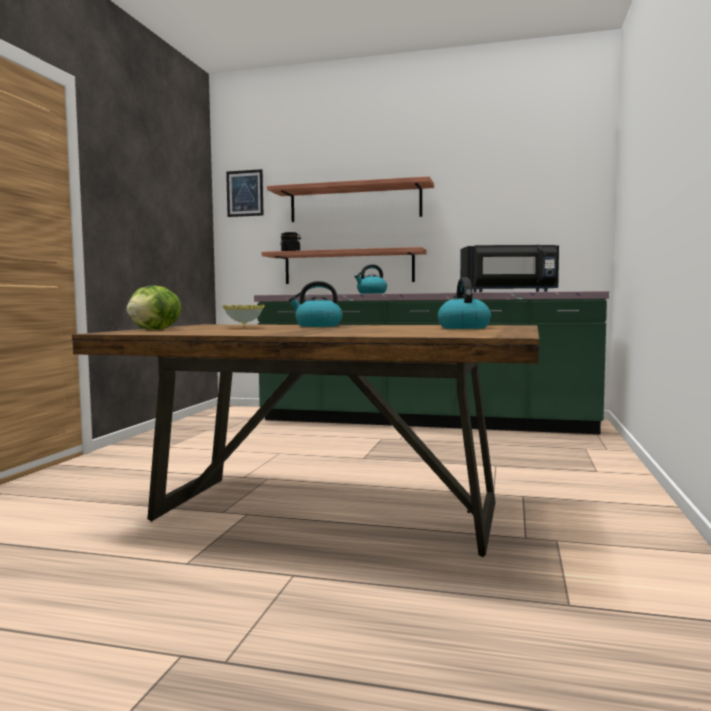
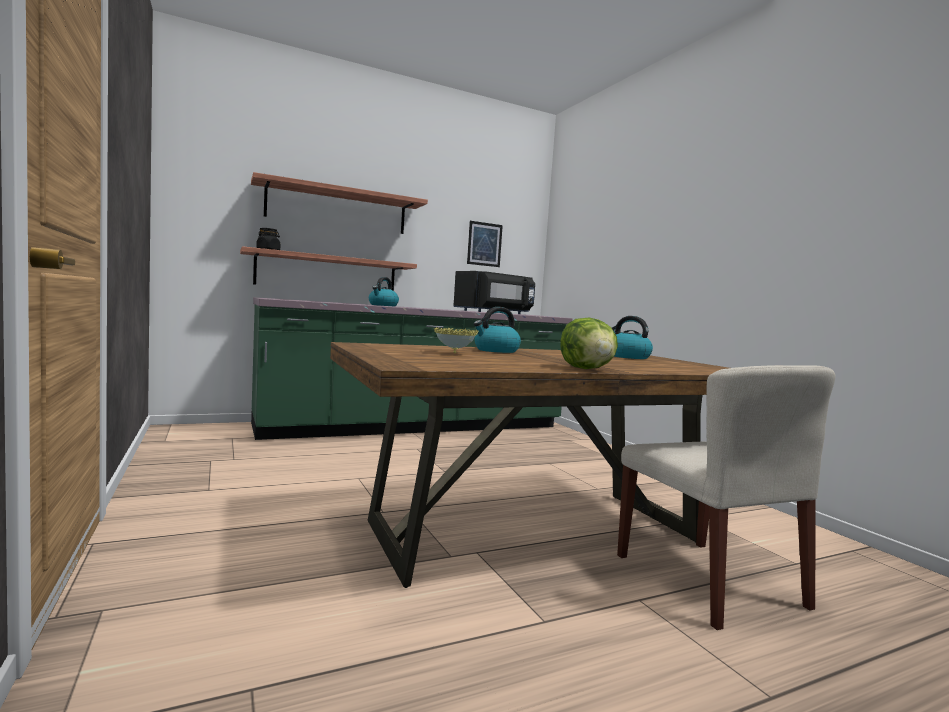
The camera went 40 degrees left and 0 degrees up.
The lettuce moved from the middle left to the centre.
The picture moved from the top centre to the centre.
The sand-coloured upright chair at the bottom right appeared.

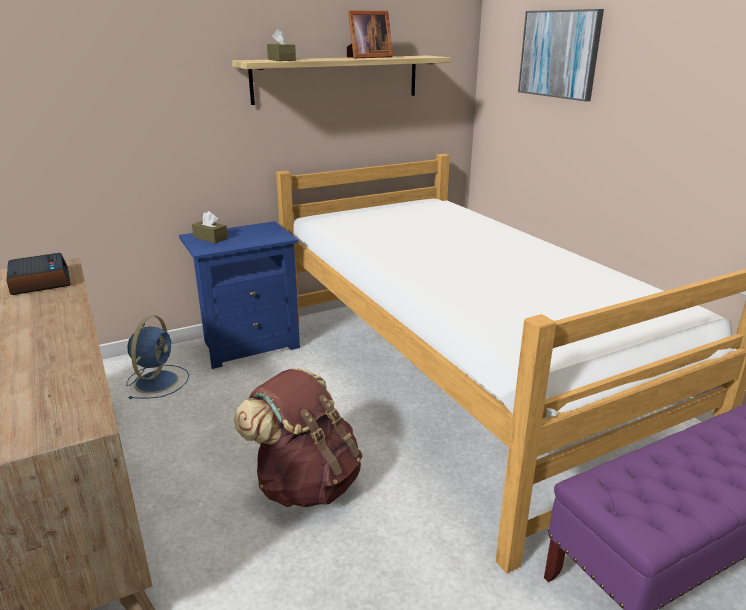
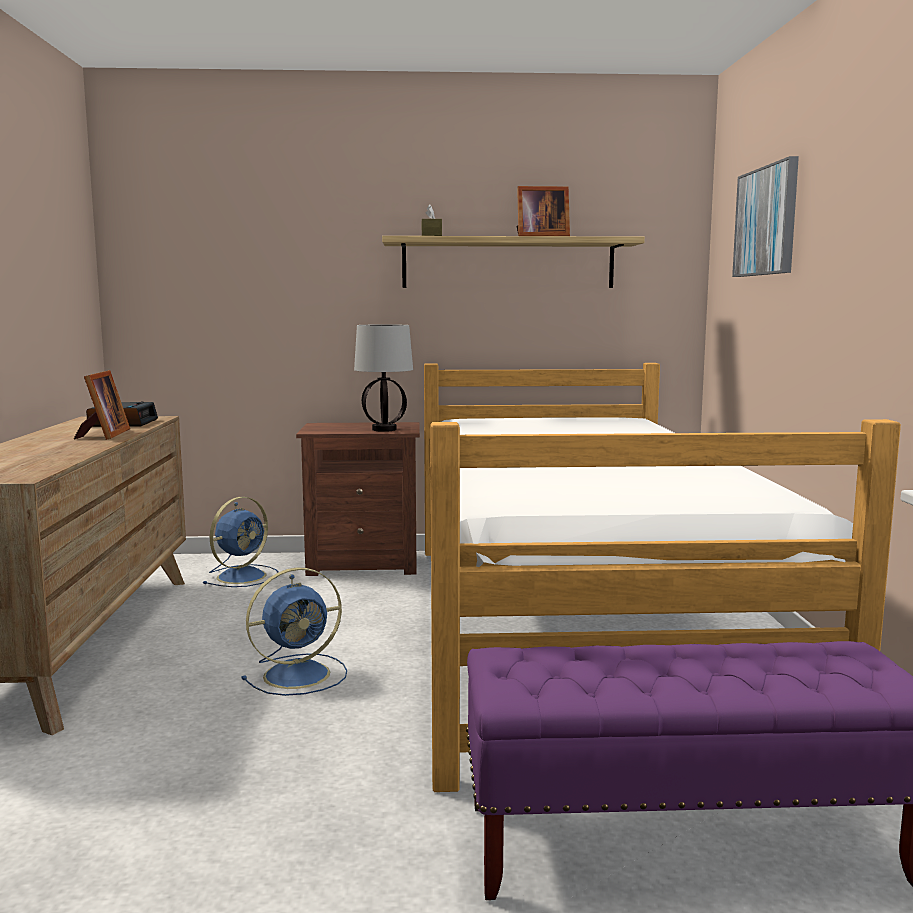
The camera went 25 degrees right and 15 degrees down.
The bluish bedside table at the middle left became the brown bedside table at the centre.
The brown tissue holder (1st from left) at the middle left disappeared.
The brown rucksack at the bottom centre was replaced by the bluish cooling fan (2nd from left) at the bottom left.
The standing frame (1st from left) at the middle left appeared.
The table lamp at the centre appeared.

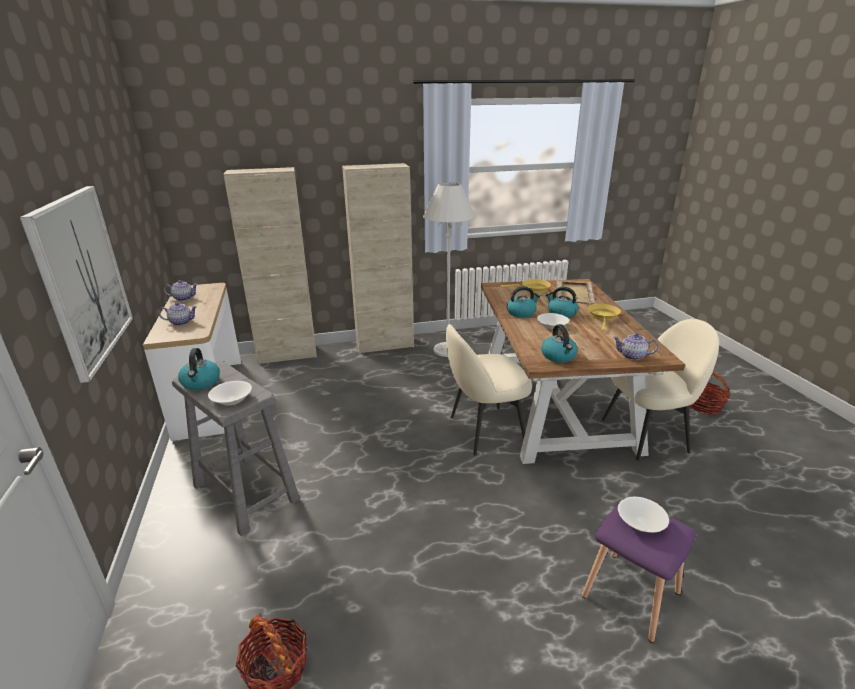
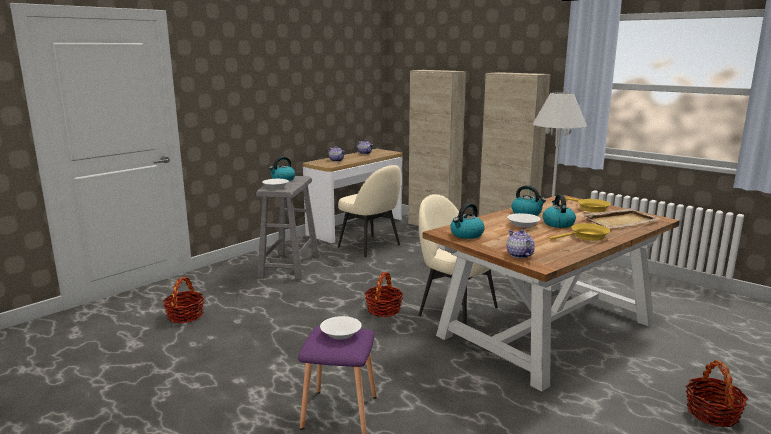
The camera went 55 degrees right and 10 degrees down.
The picture at the middle left disappeared.
The sand-coloured upright chair (2nd from left in the first image) moved from the middle right to the centre.
The basket (2nd from left) at the bottom centre appeared.

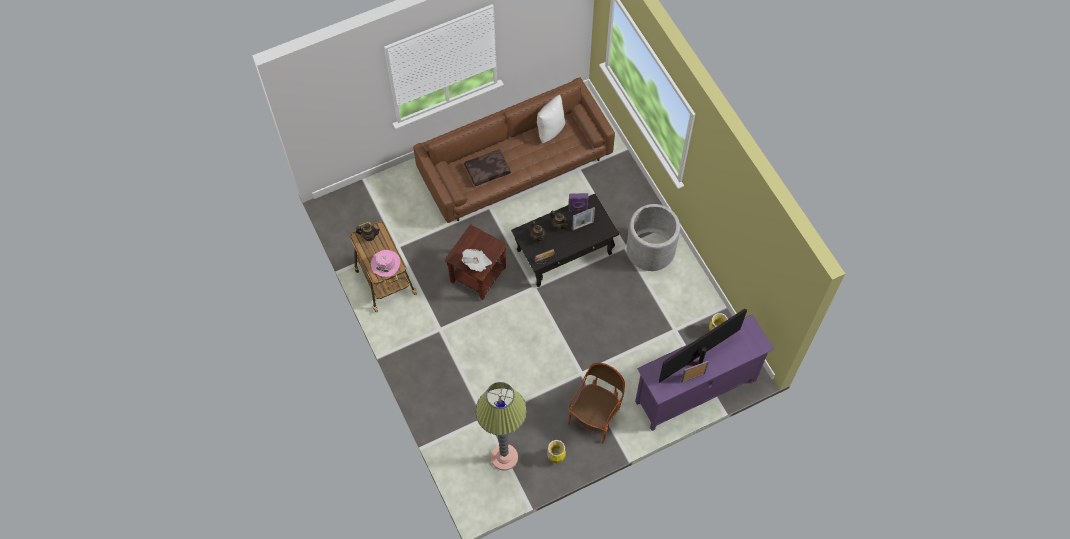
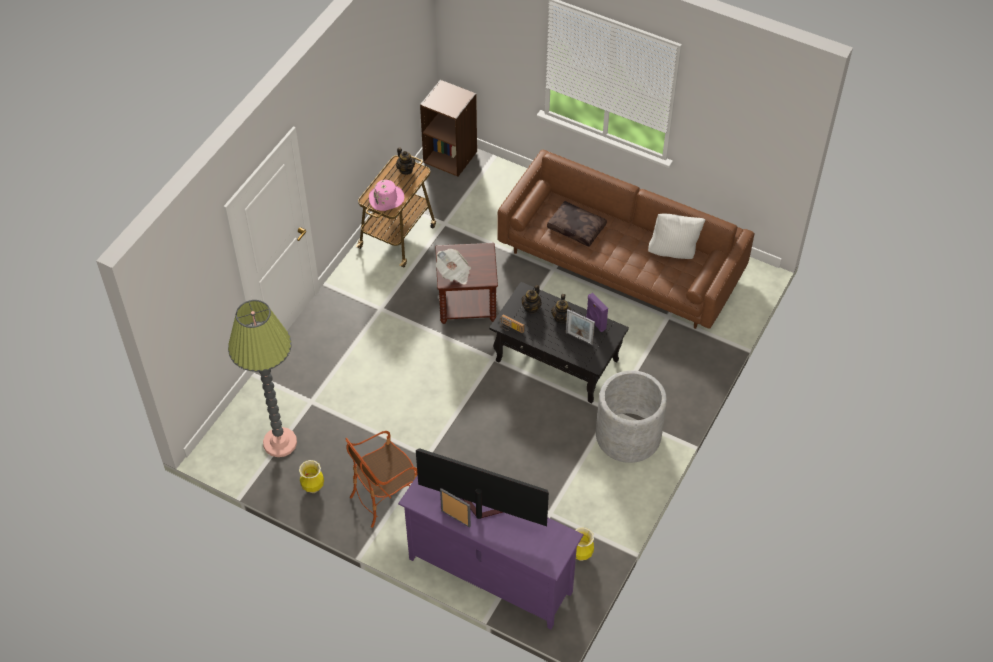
The camera went 55 degrees right and 10 degrees down.
The easy chair at the bottom centre turned 150 degrees clockwise.
The brown bookshelf at the top centre appeared.

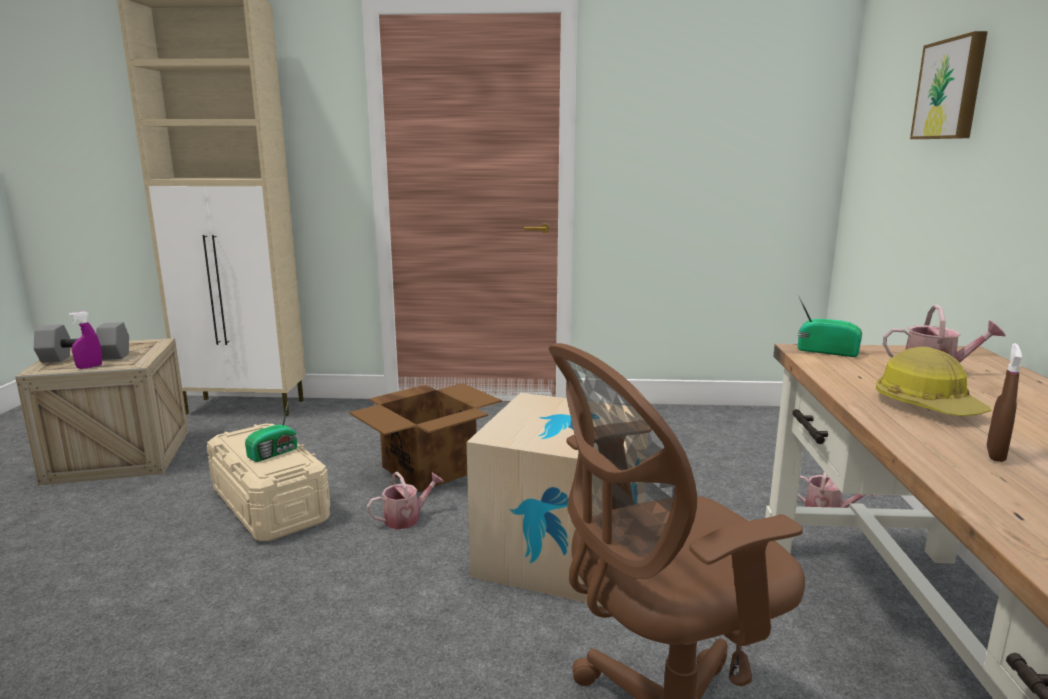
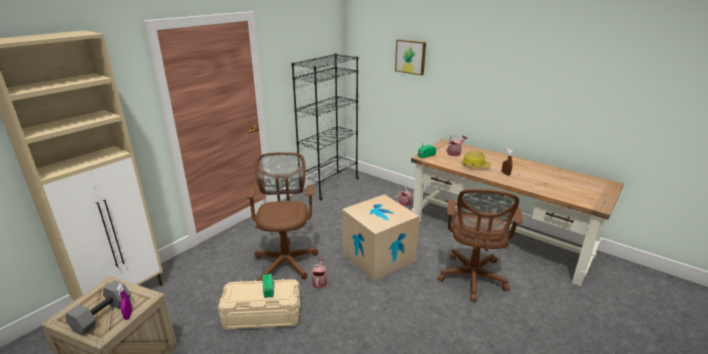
The camera went 55 degrees left and 10 degrees up.
The packing box (1st from left) at the centre was replaced by the brown computer chair (1st from left) at the centre.
The black-coloured bookshelf at the centre appeared.

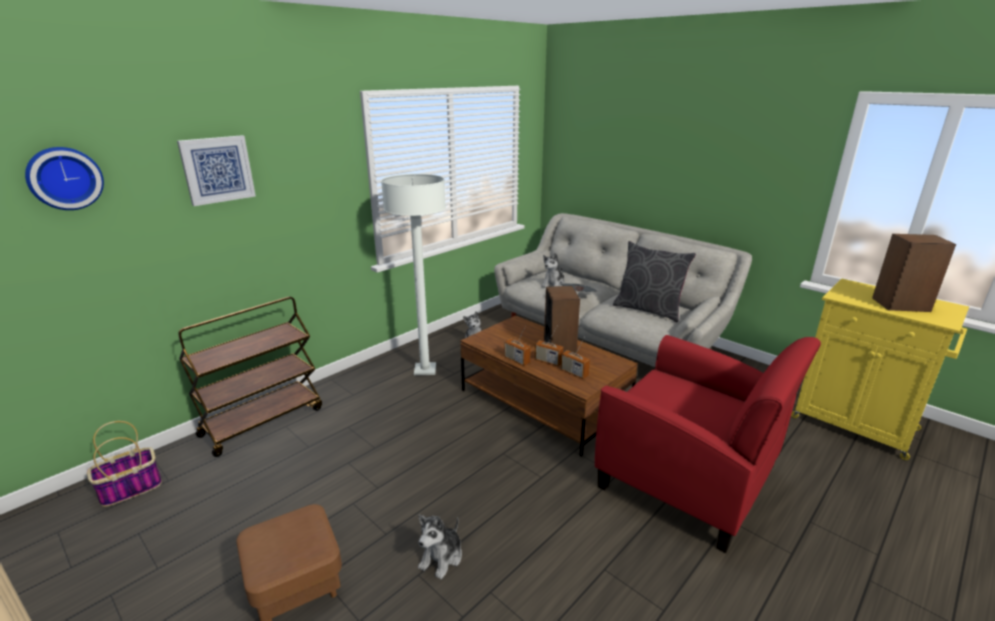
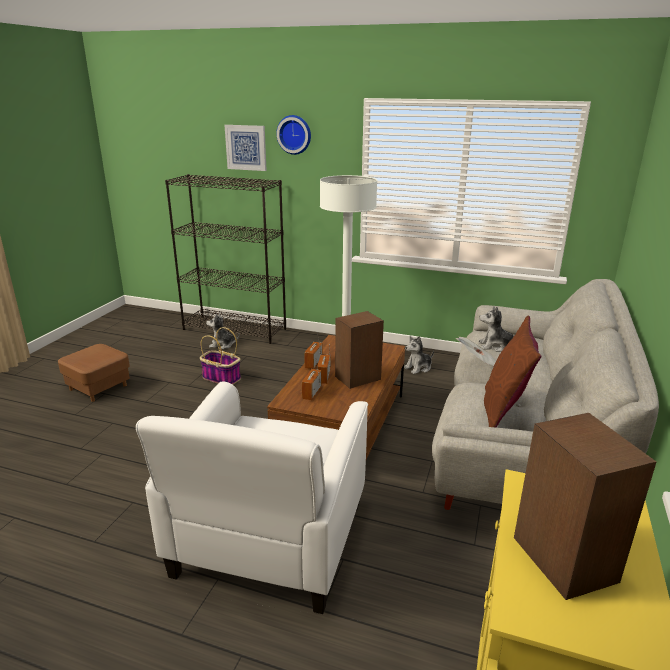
The camera went 65 degrees right and 0 degrees up.
The clock on the wall moved from the top left to the top centre.
The basket moved from the bottom left to the middle left.
The brown trolley at the middle left was replaced by the black-coloured bookshelf at the centre.
The plush toy (1st from left) moved from the bottom centre to the middle left.
The red-coloured easy chair at the bottom right became the white easy chair at the bottom centre.
The gray throw pillow at the centre became the brown throw pillow at the middle right.

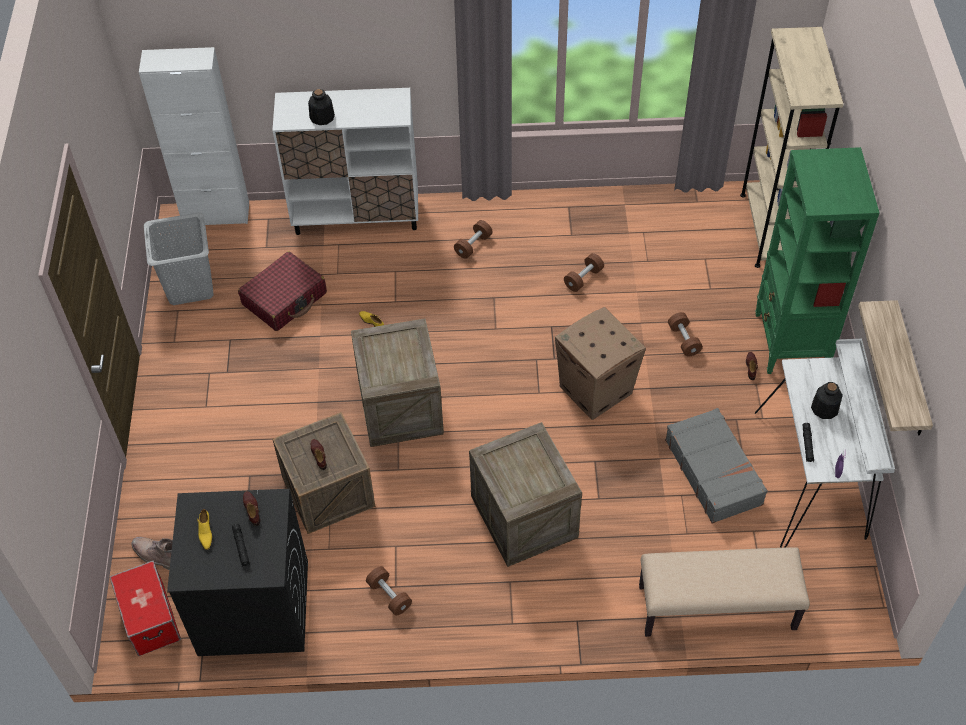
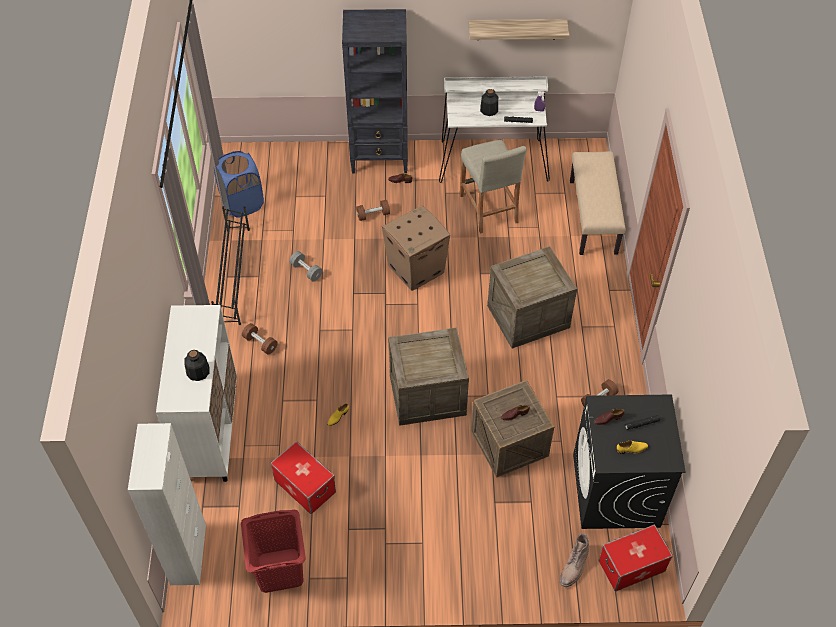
The camera went 90 degrees left and 0 degrees up.
The gray hamper at the middle left became the red-coloured hamper at the bottom left.
The red-coloured piece of luggage at the middle left was replaced by the storage container (1st from left) at the bottom centre.
The brown hand weight (3rd from left) at the centre became the gray hand weight at the centre.
The gray piece of luggage at the middle right was replaced by the sand-coloured stool seat at the top centre.
The sand-coloured bookshelf at the top right disappeared.
The greenish bookshelf at the middle right became the black-coloured bookshelf at the top centre.
The black-coloured shoe rack at the middle left appeared.
The bluish hamper at the top left appeared.

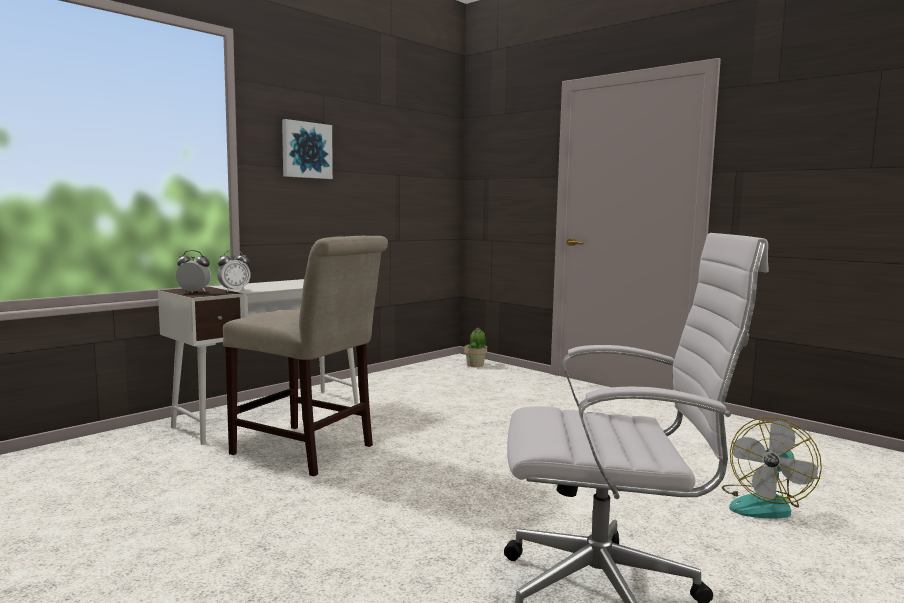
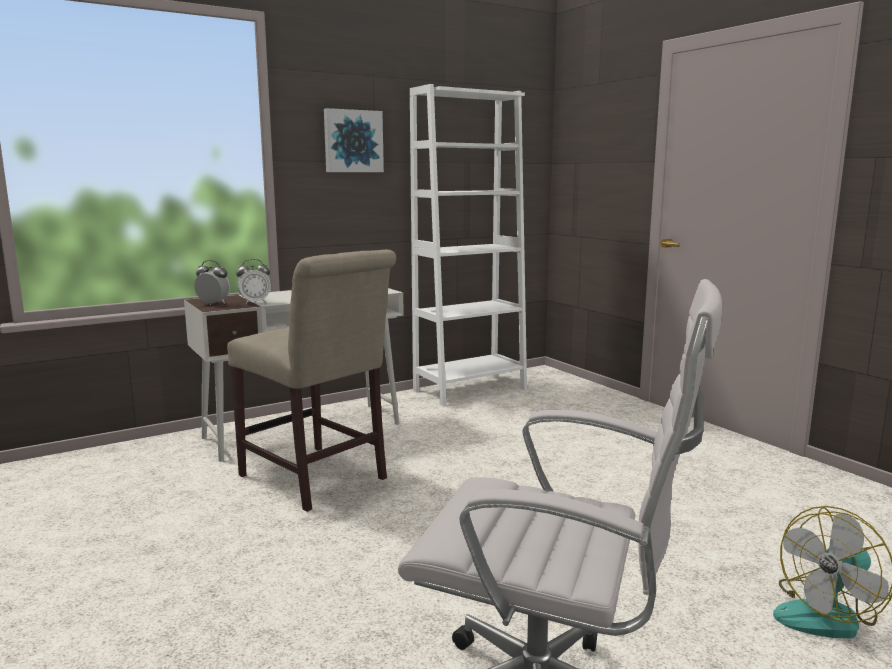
The camera went 15 degrees right and 5 degrees up.
The plant in a pot at the centre disappeared.
The white bookshelf at the centre appeared.

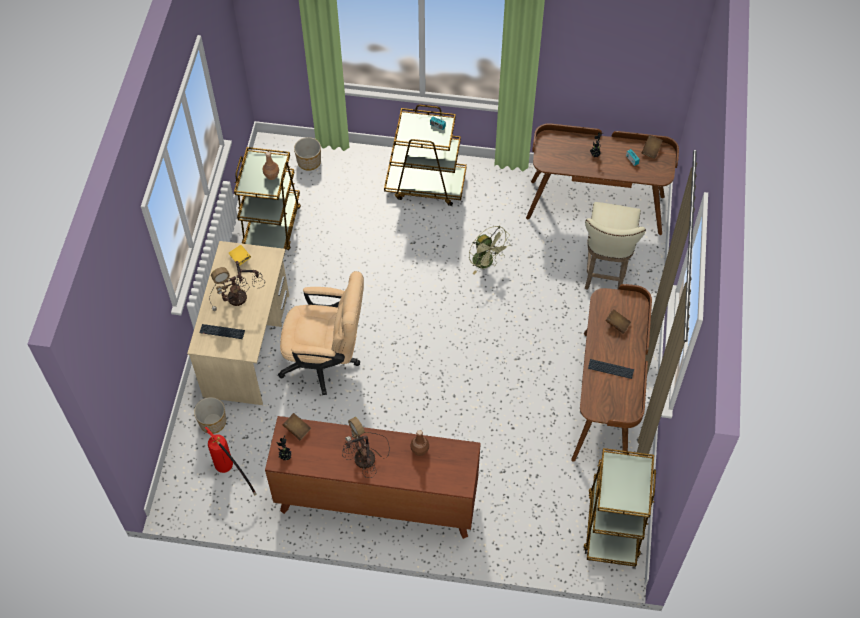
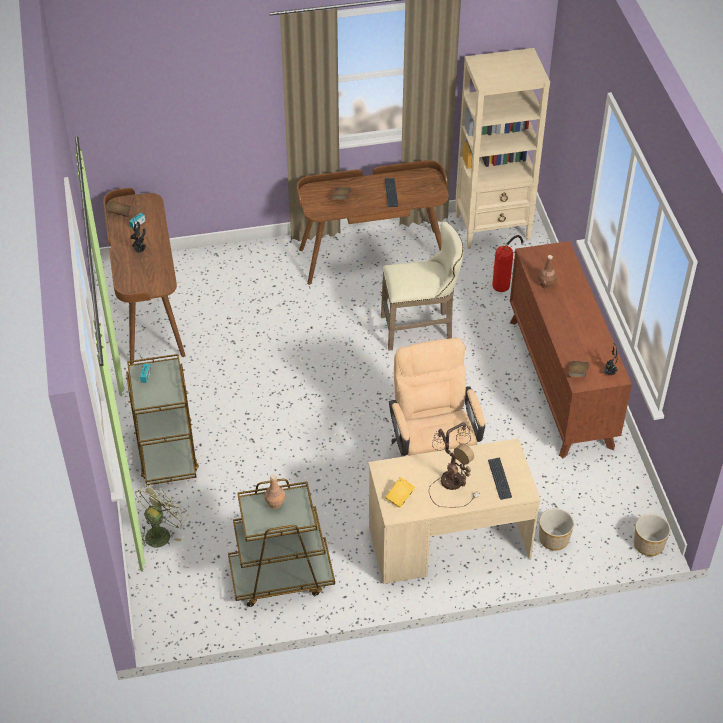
The camera went 110 degrees left and 10 degrees down.
The fire-fighting cylinder moved from the bottom left to the middle right.
The plant pot (2nd from left) moved from the top centre to the bottom right.
The table lamp (2nd from left) at the bottom centre disappeared.
The greenish cooling fan moved from the centre to the bottom left.
The brown trolley (3rd from left) at the bottom right was replaced by the sand-coloured bookshelf at the top right.
The sand-coloured stool seat moved from the middle right to the centre.

